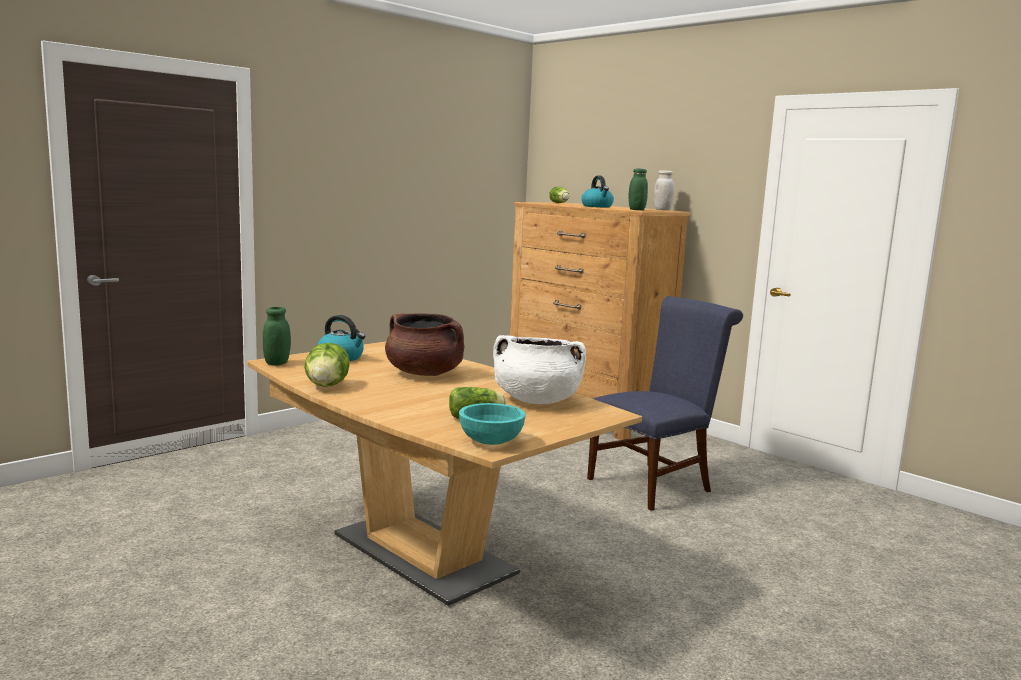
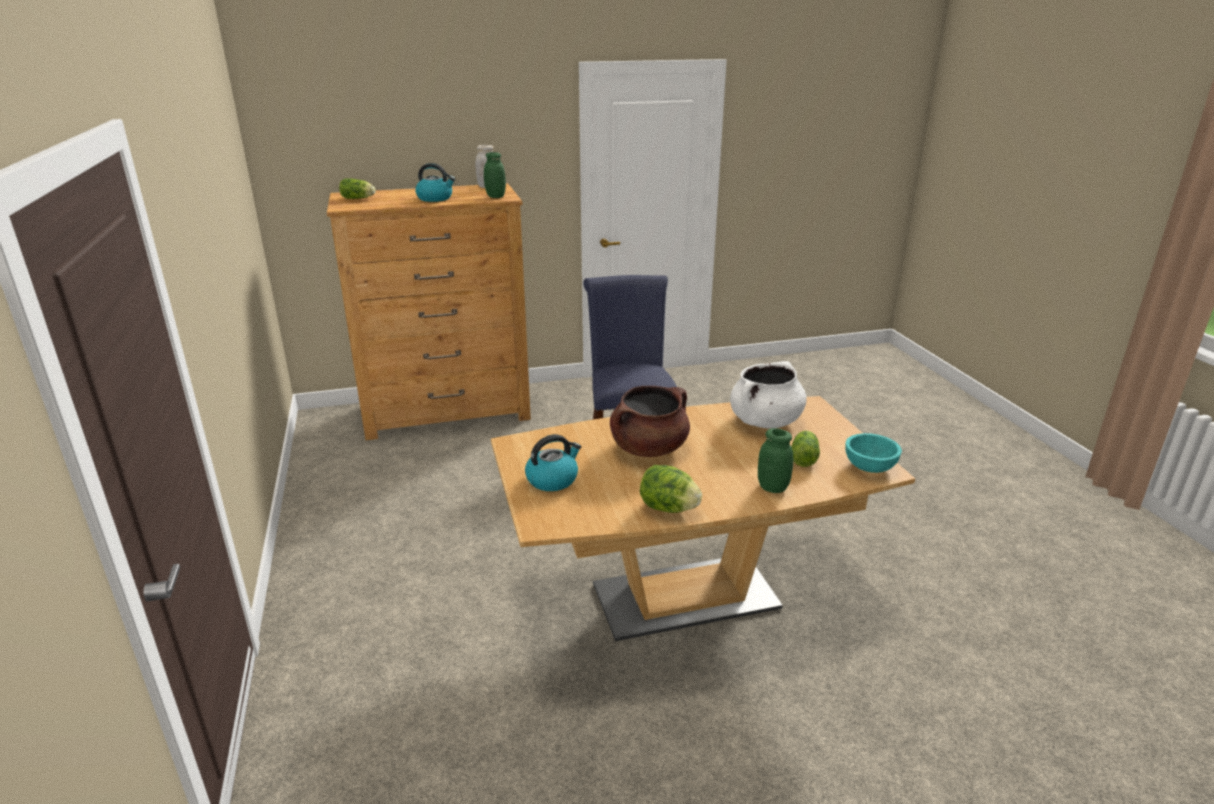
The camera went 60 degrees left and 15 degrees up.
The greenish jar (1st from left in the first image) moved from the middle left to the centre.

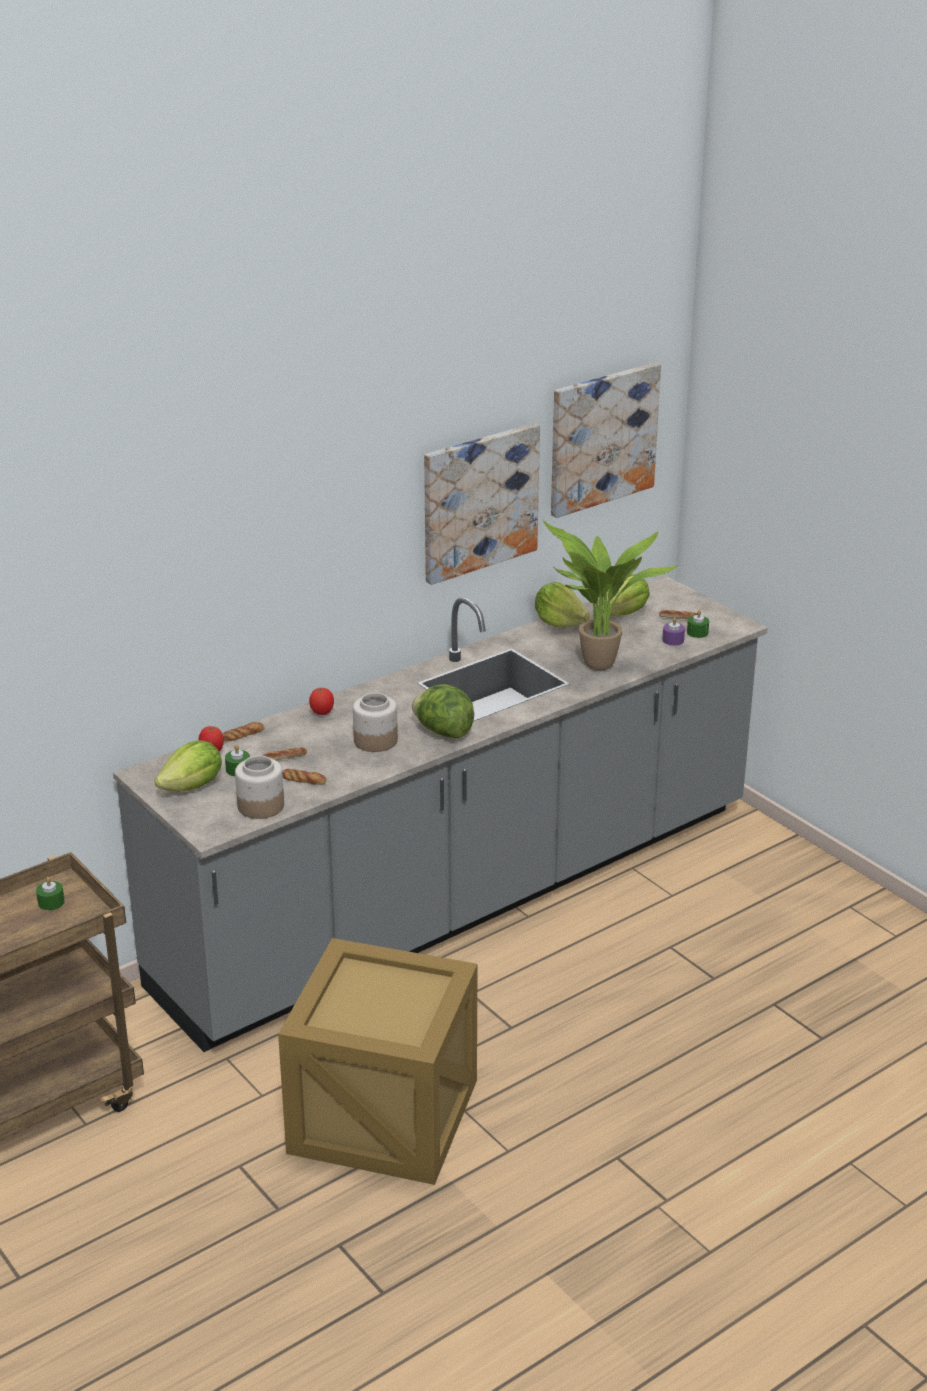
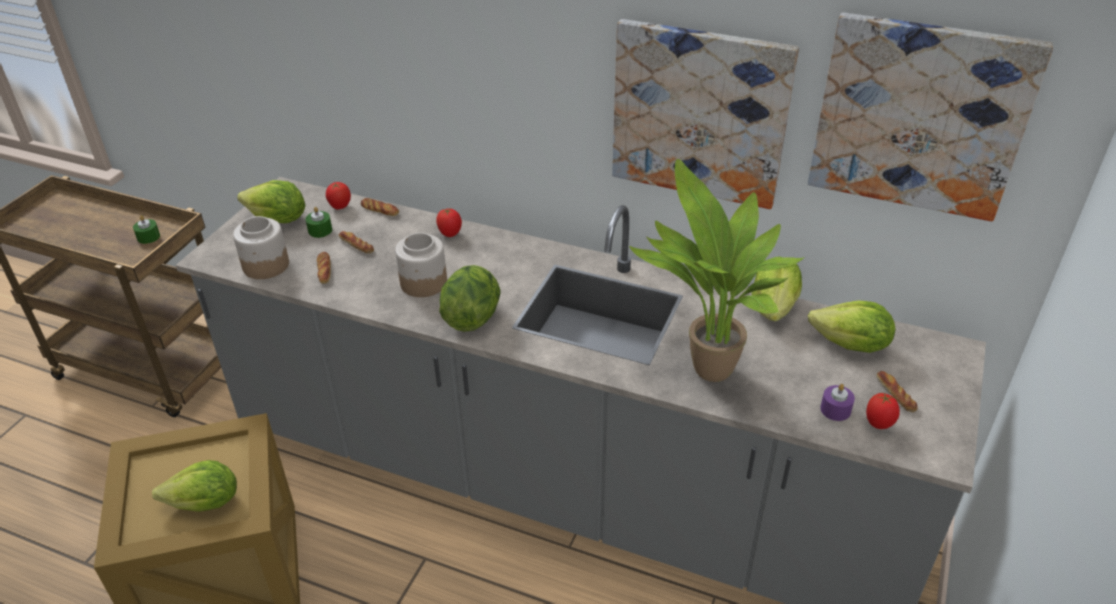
The camera went 60 degrees right and 10 degrees up.
The greenish candle (3rd from left) at the middle right was replaced by the fresh tomato (3rd from left) at the bottom right.
The lettuce (1st from left) at the bottom left appeared.

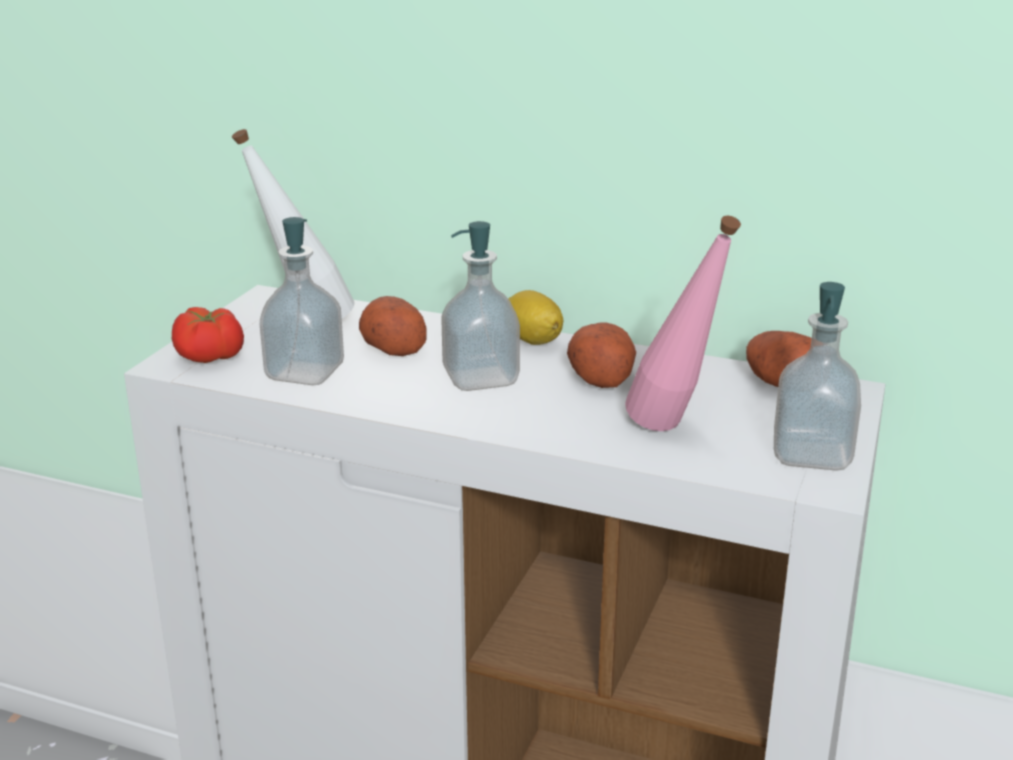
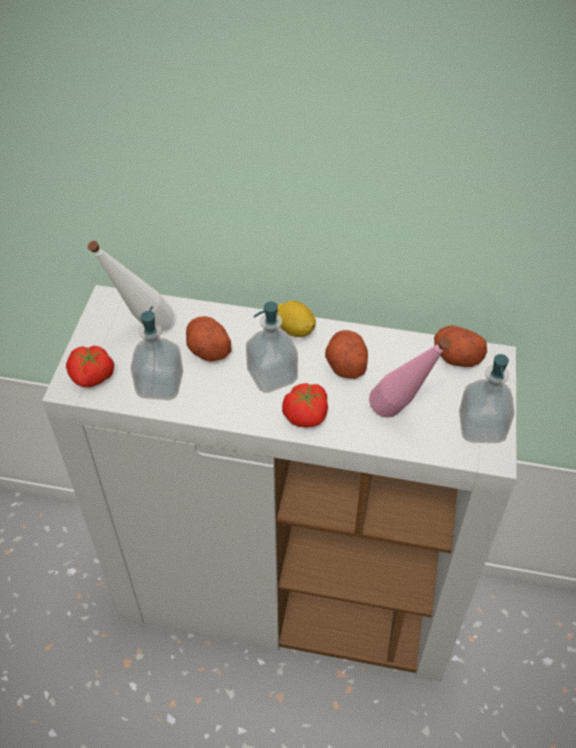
The camera went 10 degrees left and 25 degrees up.
The fresh tomato (2nd from left) at the centre appeared.

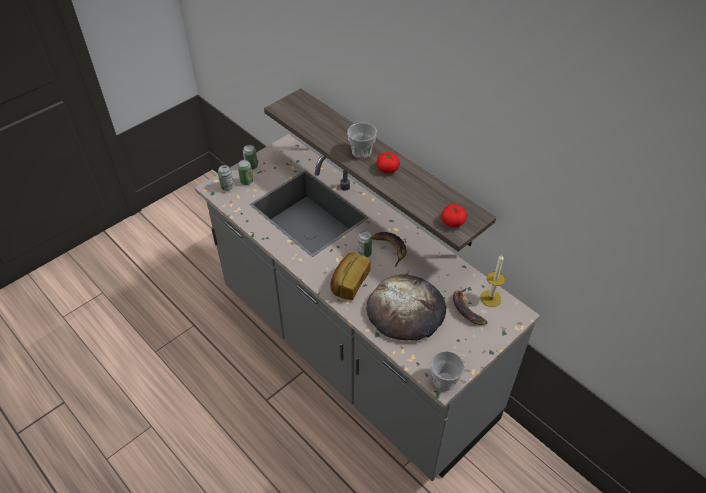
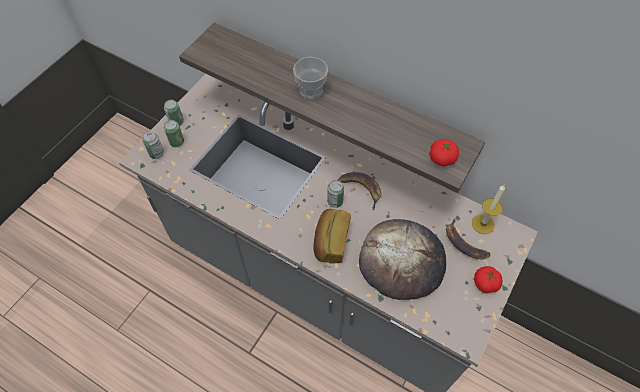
The camera went 15 degrees left and 10 degrees up.
The fresh tomato (1st from left in the first image) moved from the top centre to the bottom right.
The small cup (2nd from left) at the bottom centre disappeared.

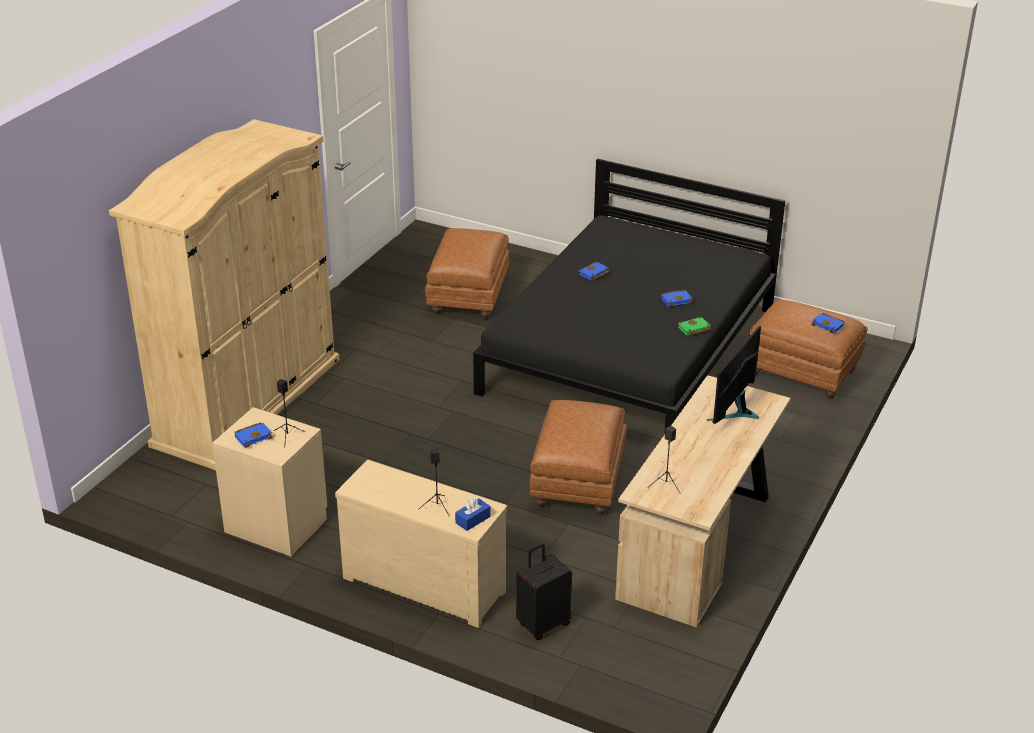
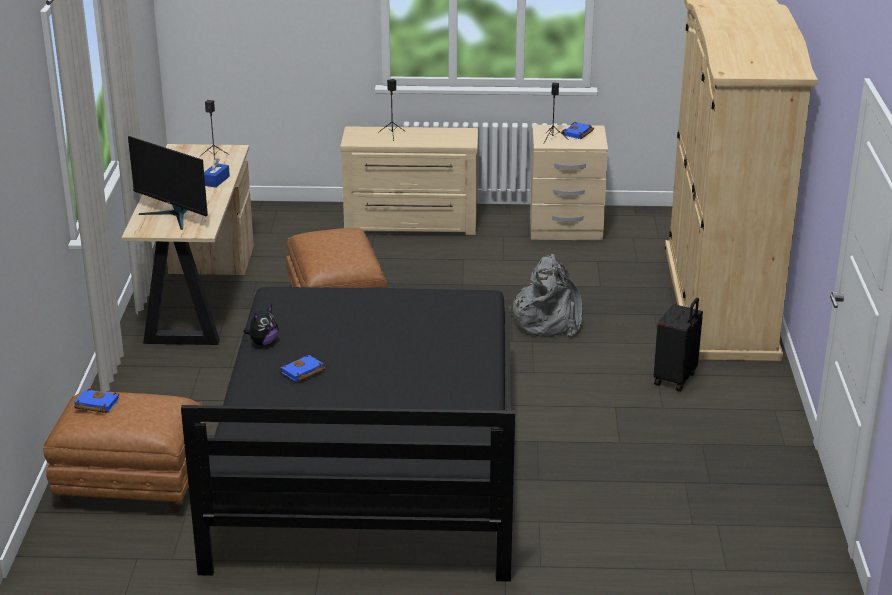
The camera went 155 degrees right and 5 degrees down.
The brown ottoman (1st from left) at the centre disappeared.
The bluish tissue holder moved from the bottom centre to the top left.
The black-coloured piece of luggage moved from the bottom centre to the middle right.
The bluish volume (2nd from left) at the centre disappeared.
The greenish volume at the middle right was replaced by the plush toy at the middle left.
The monitor at the middle right turned 120 degrees clockwise.
The gray rucksack at the centre appeared.

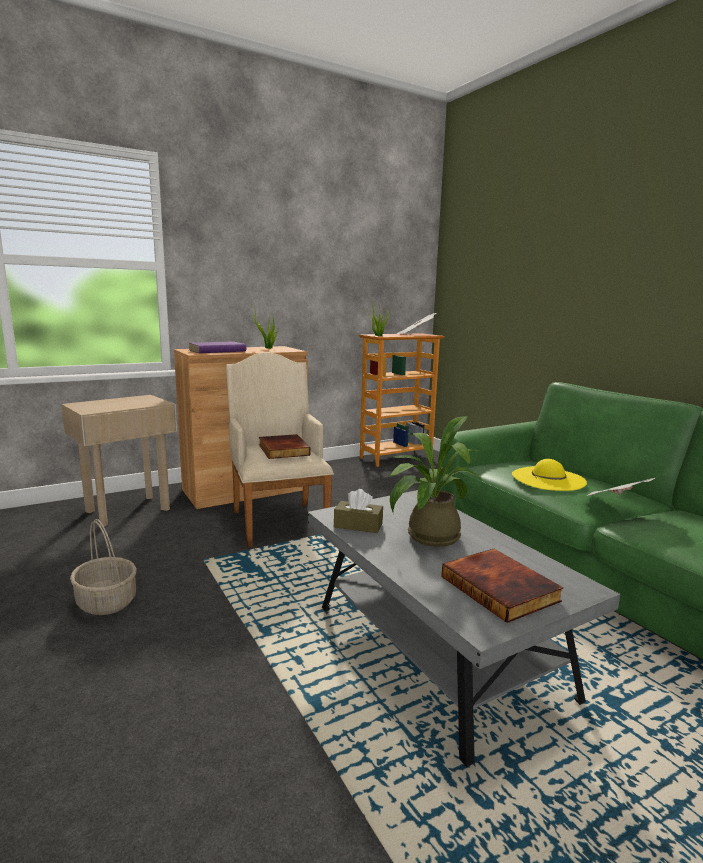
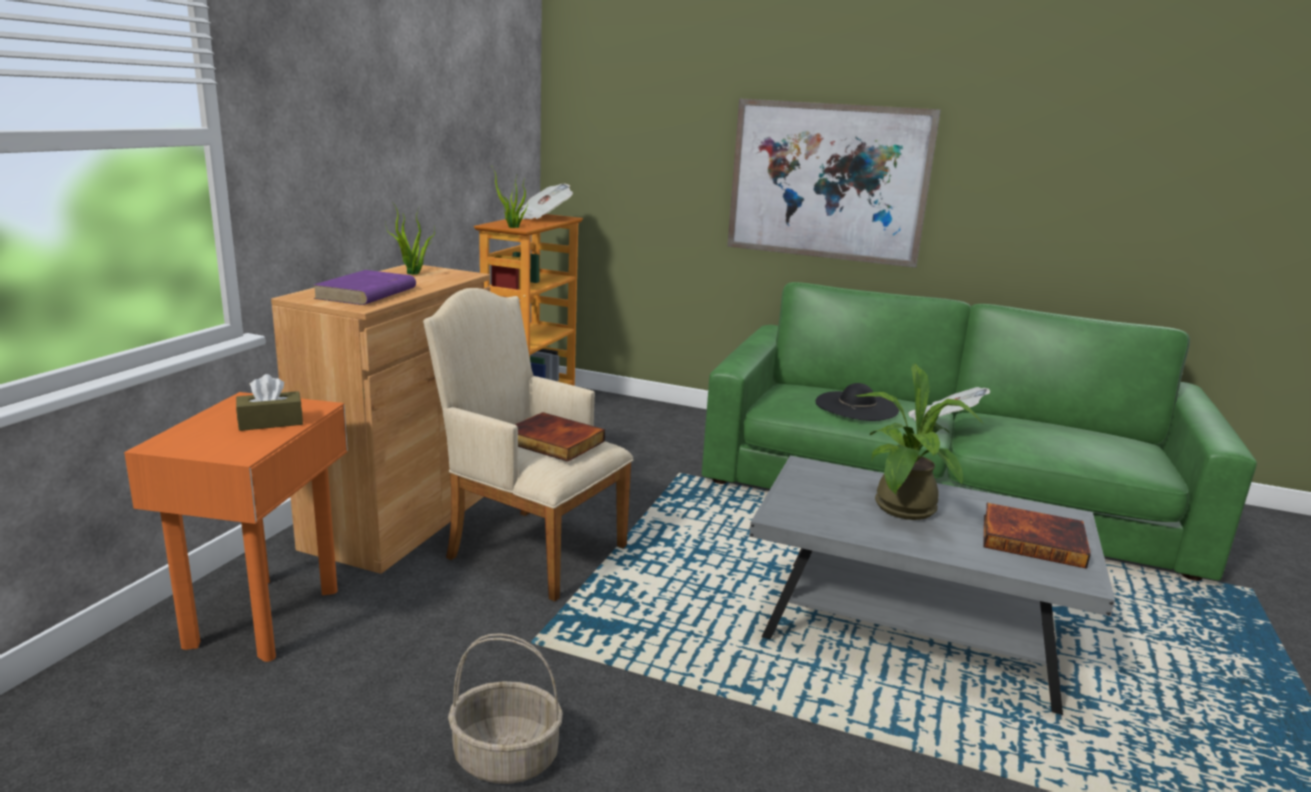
The camera went 40 degrees left and 5 degrees up.
The sand-coloured end table at the middle left became the orangey end table at the middle left.
The brown tissue holder moved from the centre to the middle left.
The yellow-coloured clothing hat at the middle right became the black-coloured clothing hat at the centre.
The picture at the top centre appeared.

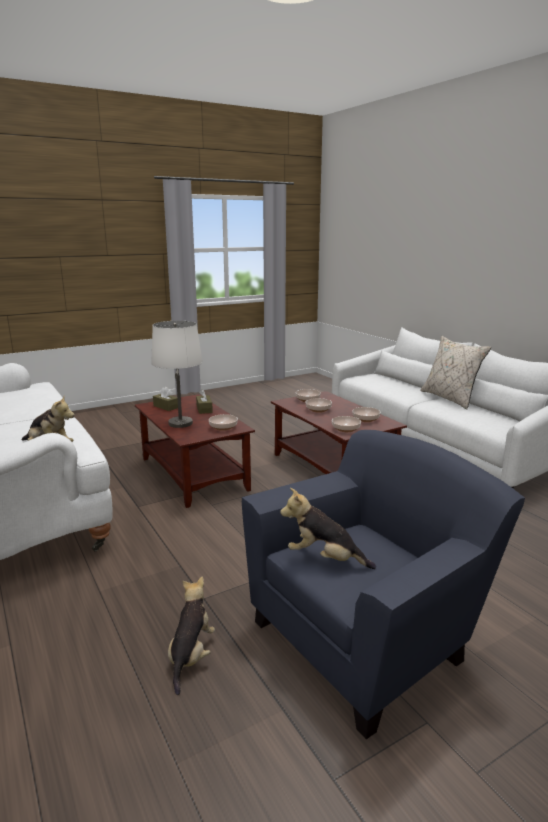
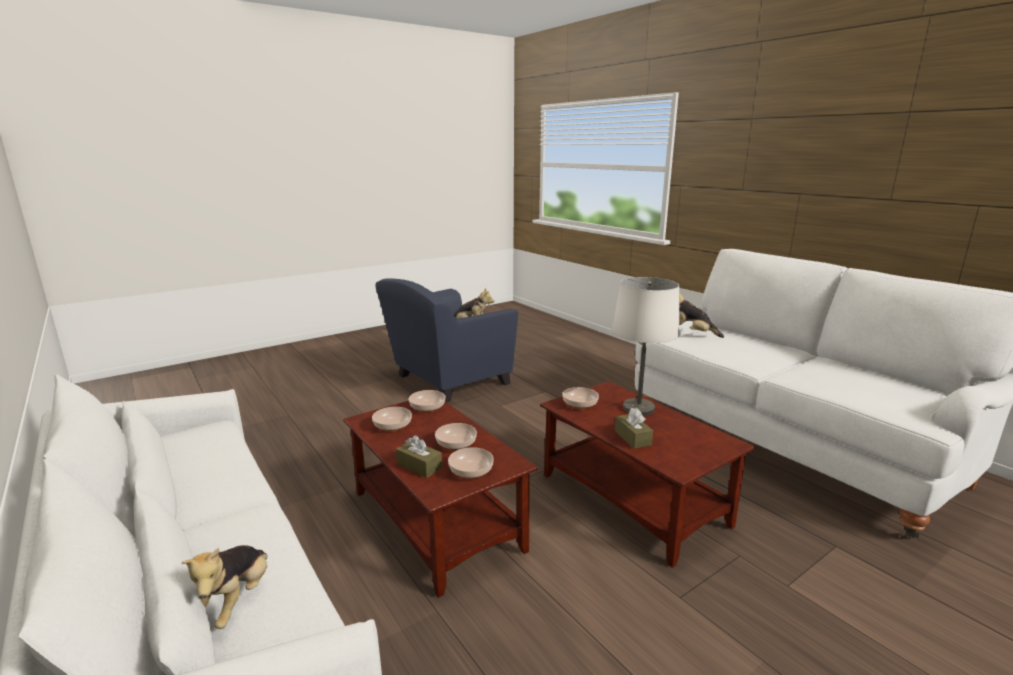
The camera went 175 degrees right and 0 degrees up.
The brown tissue holder (1st from left) moved from the middle left to the bottom centre.
The plush toy (2nd from left in the first image) moved from the bottom centre to the bottom left.
The sand-coloured throw pillow at the middle right disappeared.

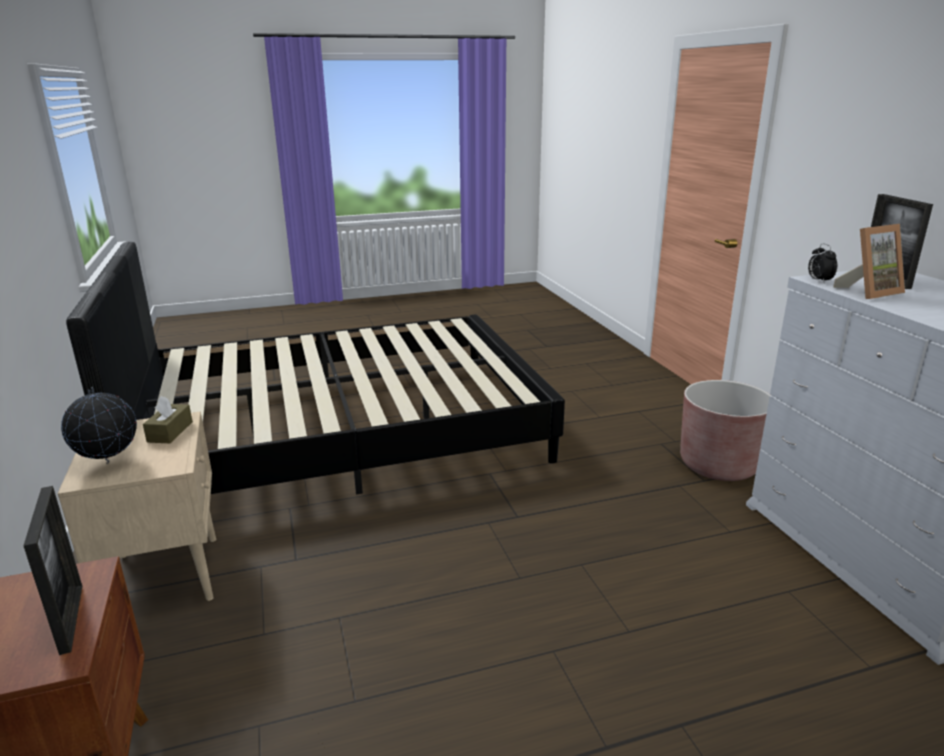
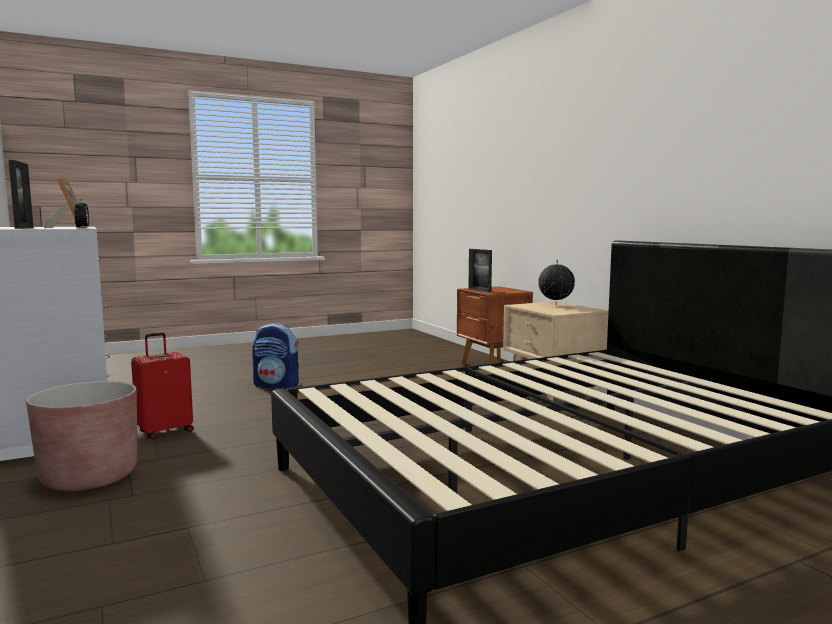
The camera went 170 degrees right and 15 degrees down.
The brown tissue holder at the middle left disappeared.
The standing frame (2nd from left) at the middle right turned 105 degrees clockwise.
The red-coloured piece of luggage at the middle left appeared.
The rucksack at the middle left appeared.

